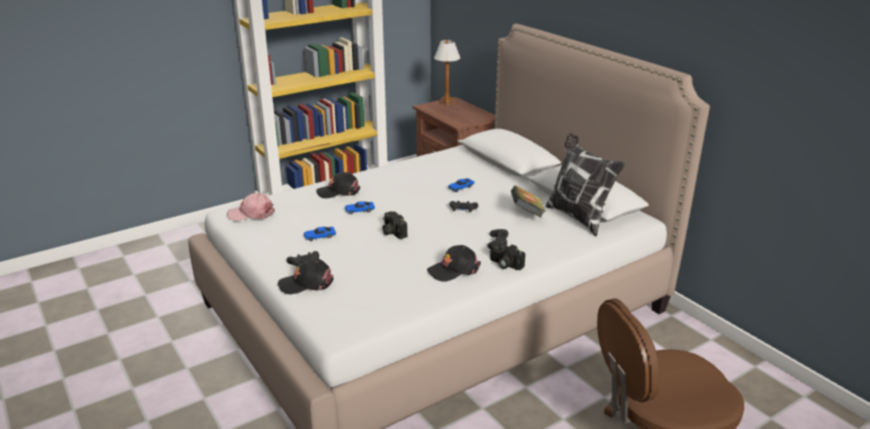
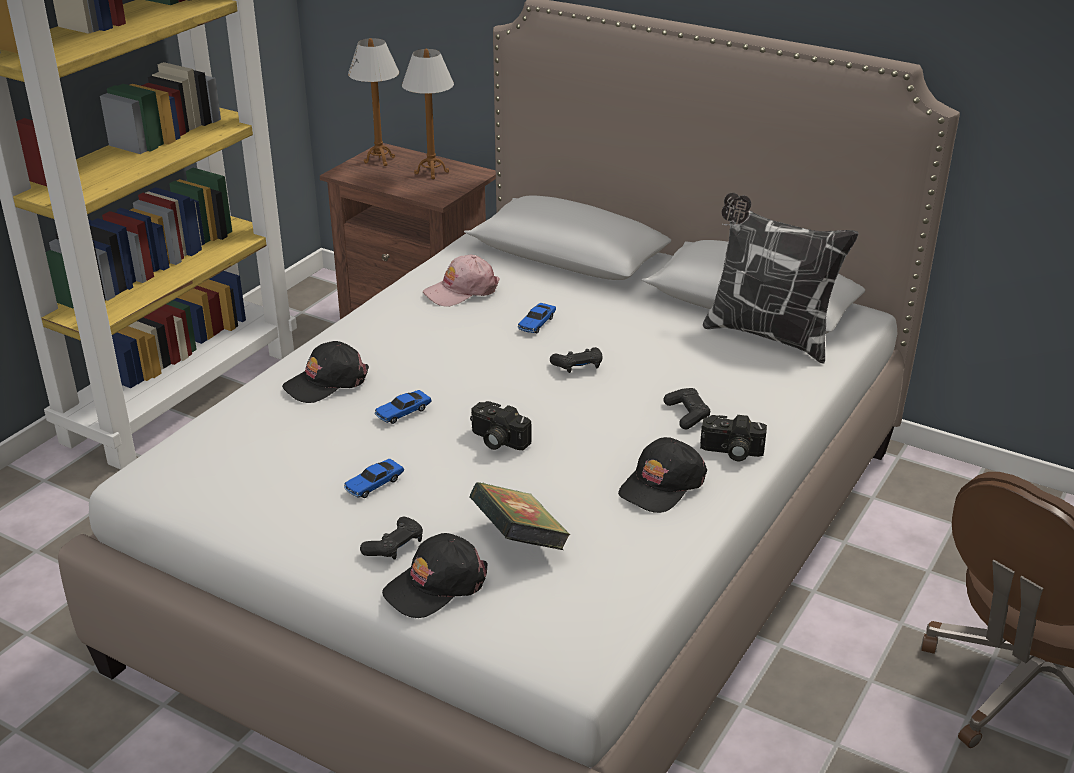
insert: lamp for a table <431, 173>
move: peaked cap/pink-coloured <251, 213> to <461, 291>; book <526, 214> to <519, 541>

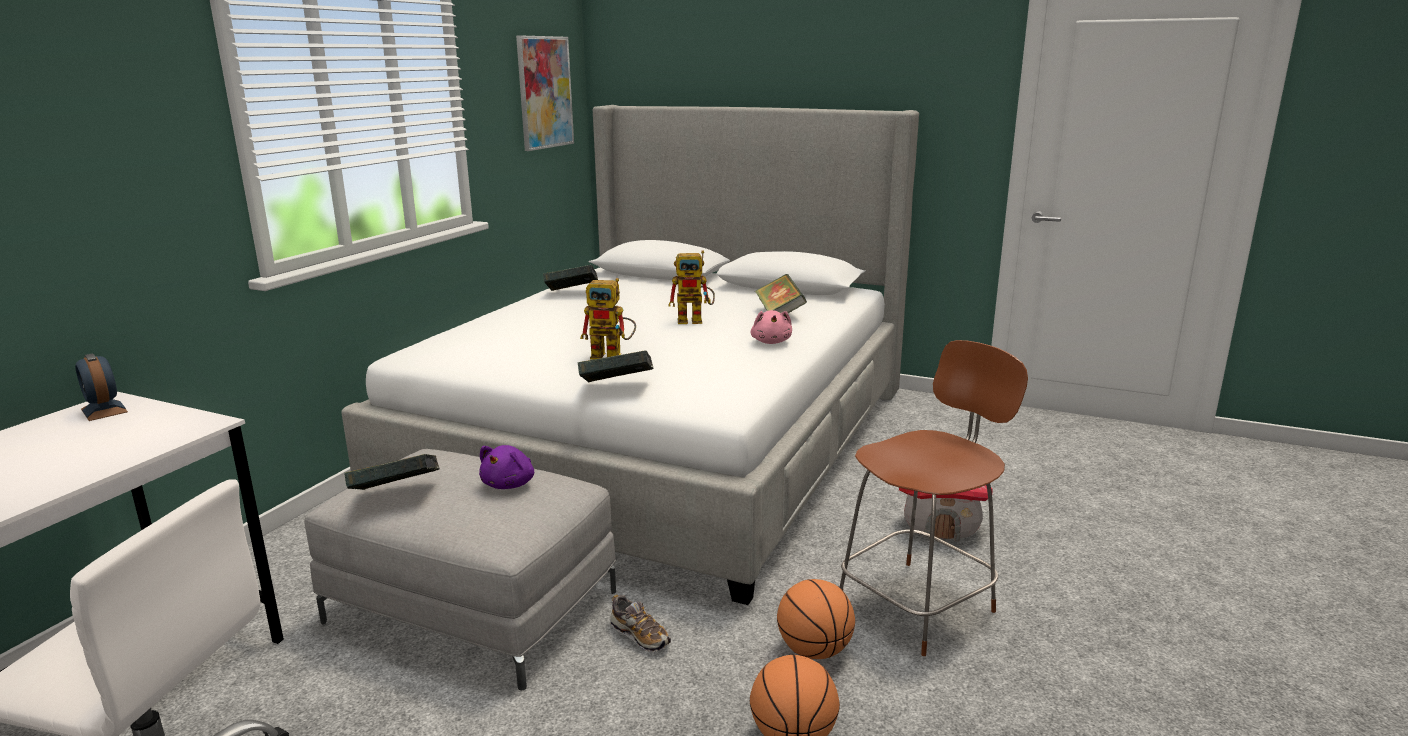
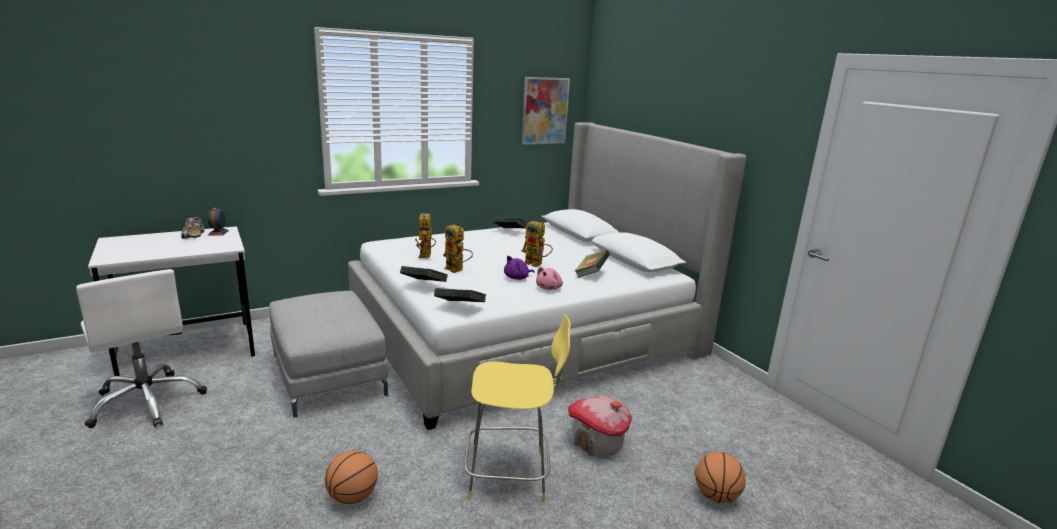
insert: toy robot <426, 257>
move: book <396, 495> to <460, 308>; soft toy/purple <510, 484> to <517, 278>; item of footwear <640, 636> to <193, 235>; basketball <814, 651> to <716, 496>
recolor: stool seat/brown <919, 604> to stool seat/yellowish <511, 475>

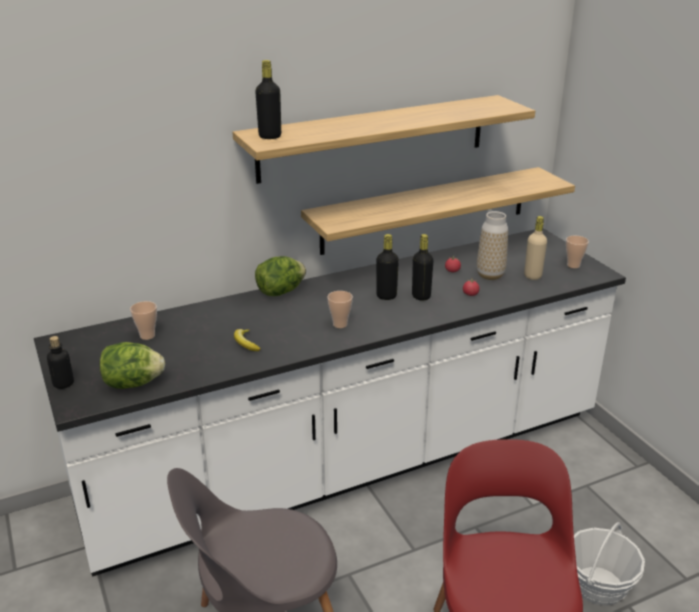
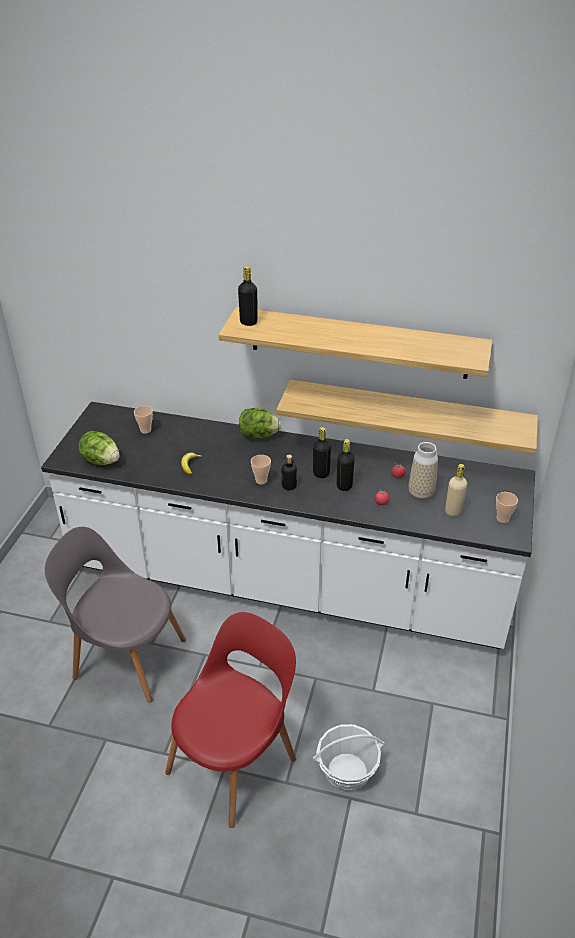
move: drink bottle <63, 383> to <289, 486>

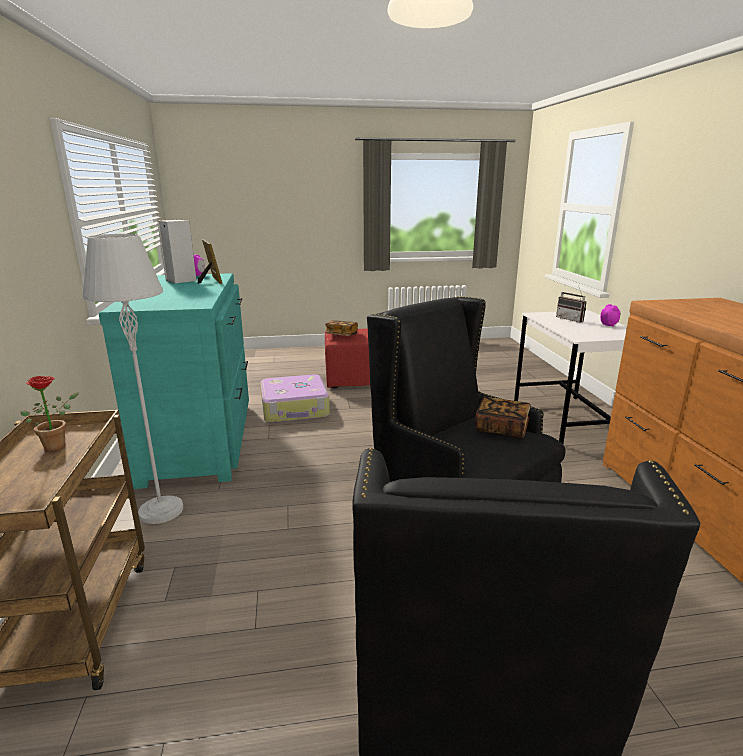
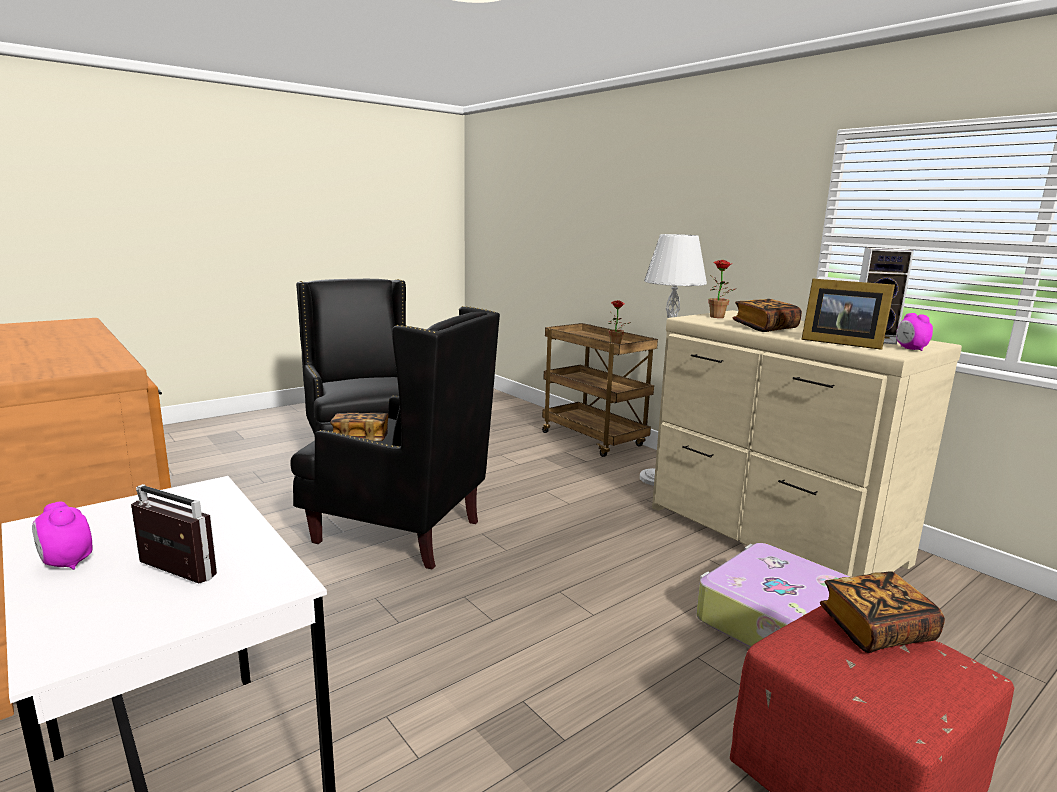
insert: plant in a pot <718, 317>; book <765, 328>
recolor: chest of drawers/turquoise <201, 439> to chest of drawers/beige-coloured <771, 535>

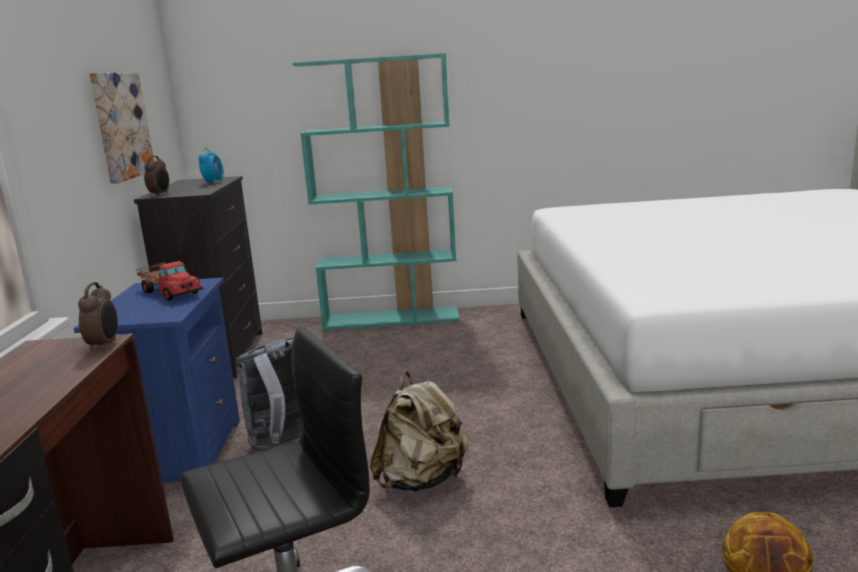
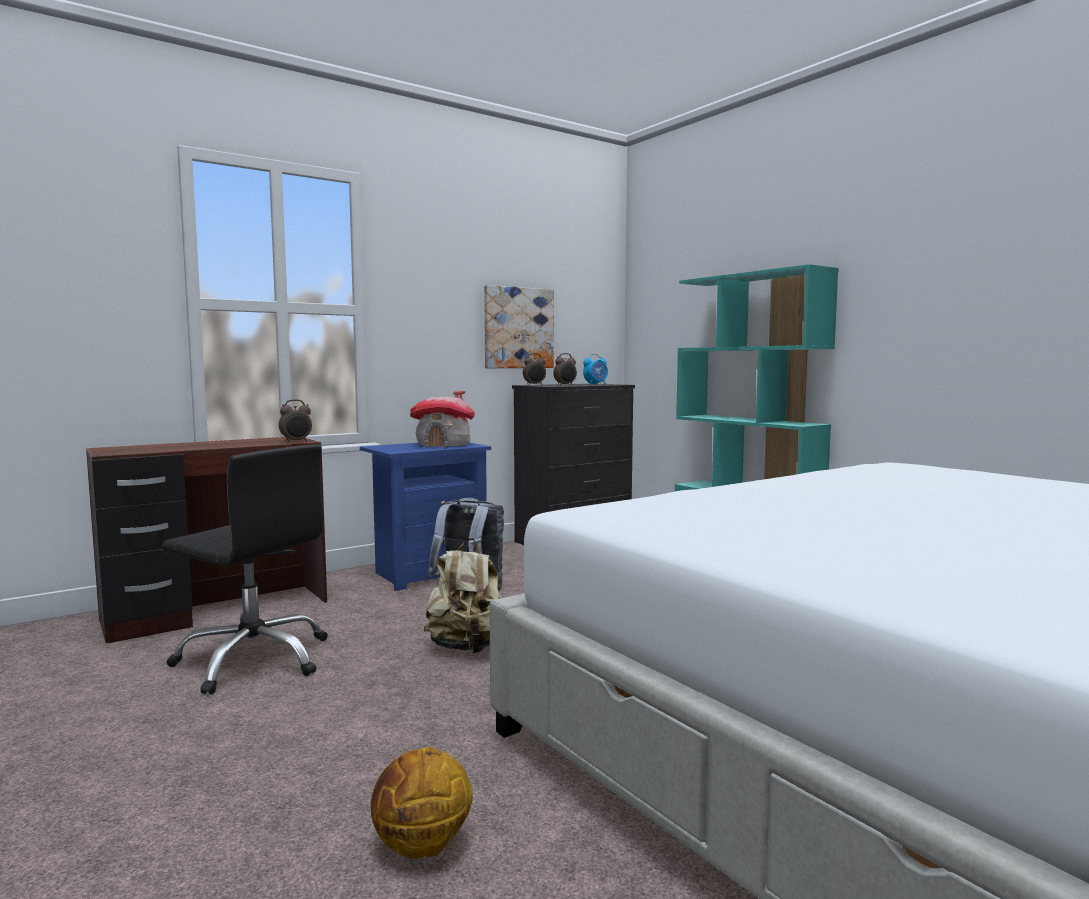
insert: bedside clock <565, 385>
replace: model truck <171, 292> to model house <444, 445>

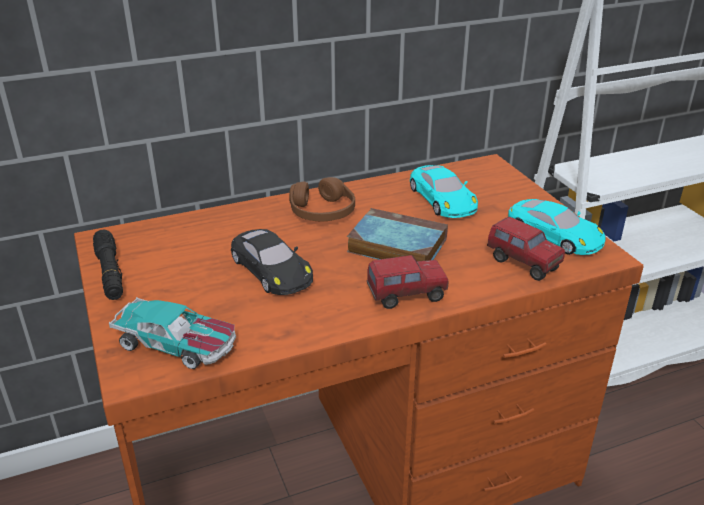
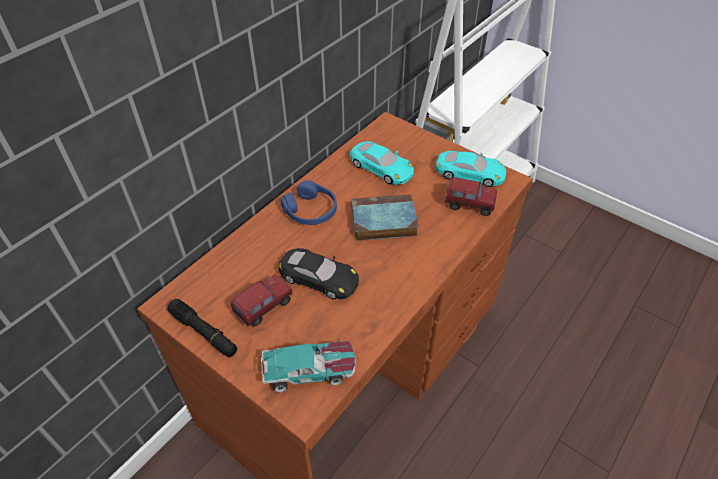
move: model truck <406, 296> to <264, 308>
recolor: headset/brown <322, 211> to headset/blue <311, 210>

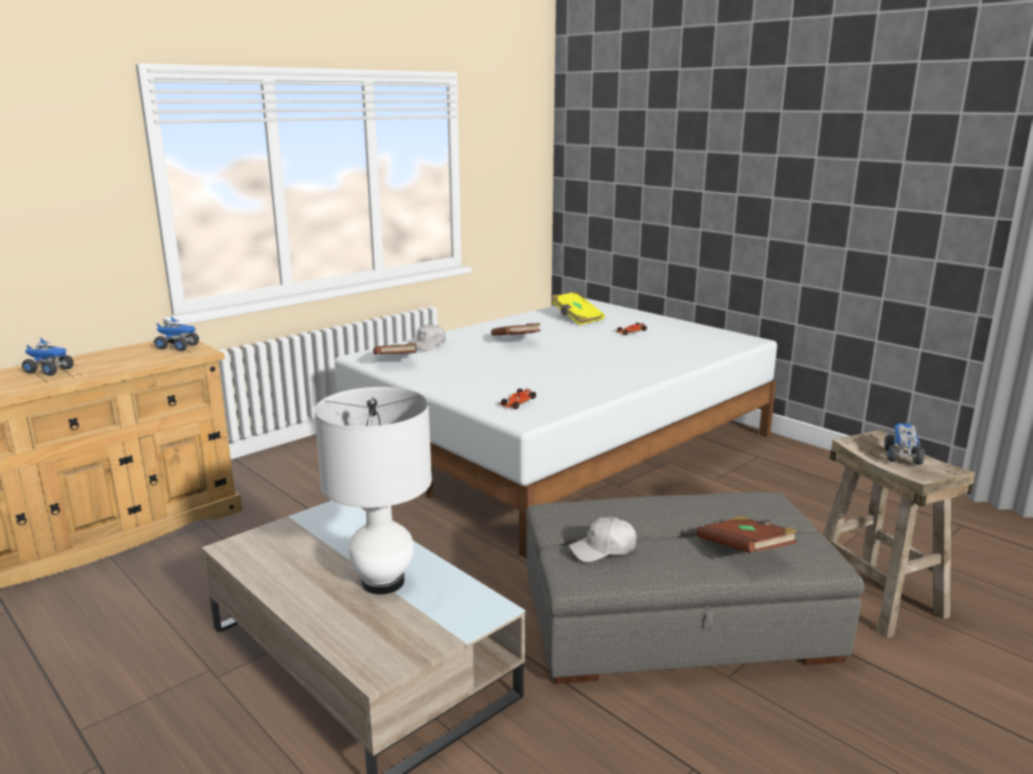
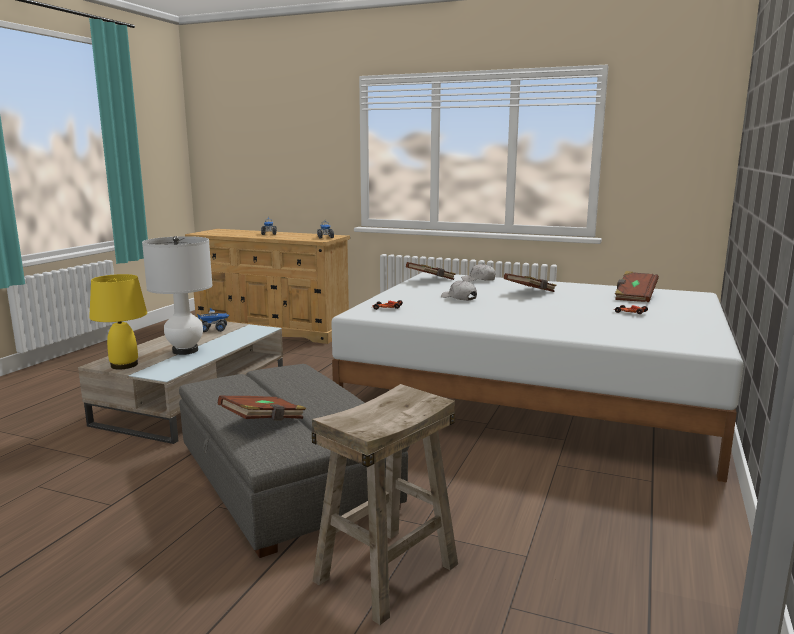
insert: lamp for a table/yellowish <123, 365>
move: peaked cap/white-coloured <603, 549> to <459, 298>; model truck <901, 456> to <214, 329>
recolor: book/yellowish <576, 318> to book/brown <634, 297>

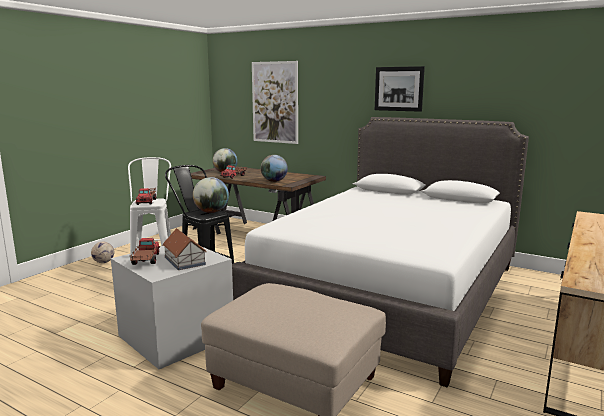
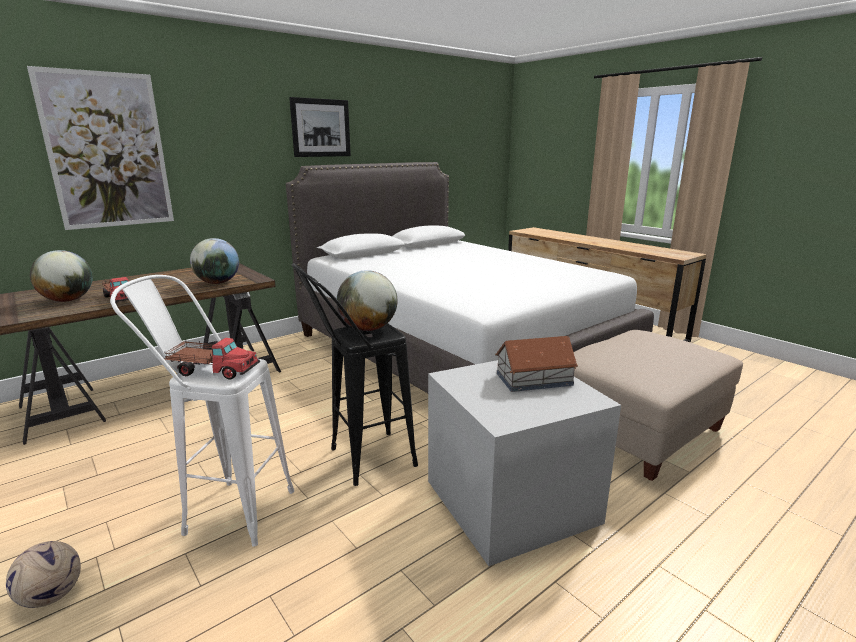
delete: model truck <145, 260>

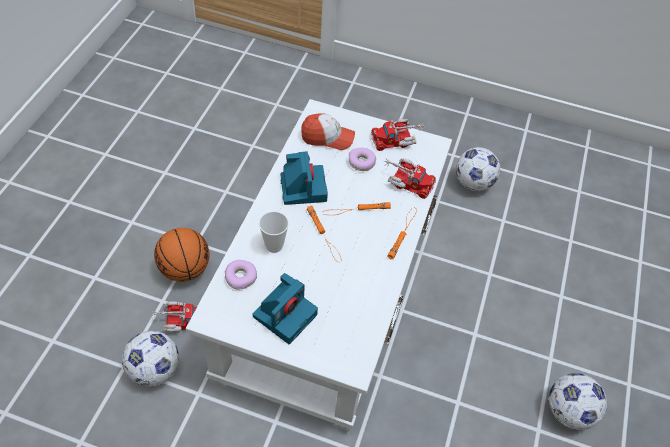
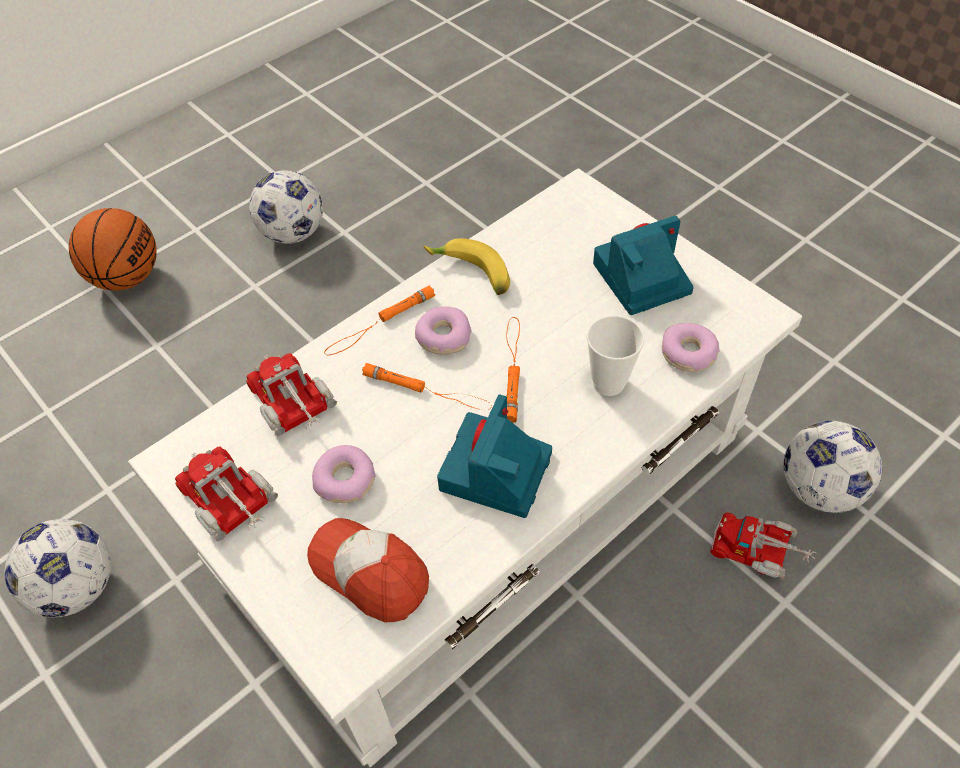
insert: donut <443, 337>; whole banana <470, 275>
move: basketball <185, 269> to <127, 277>
rotate: model truck <397, 139> = <232, 505> 150 degrees counterclockwise

